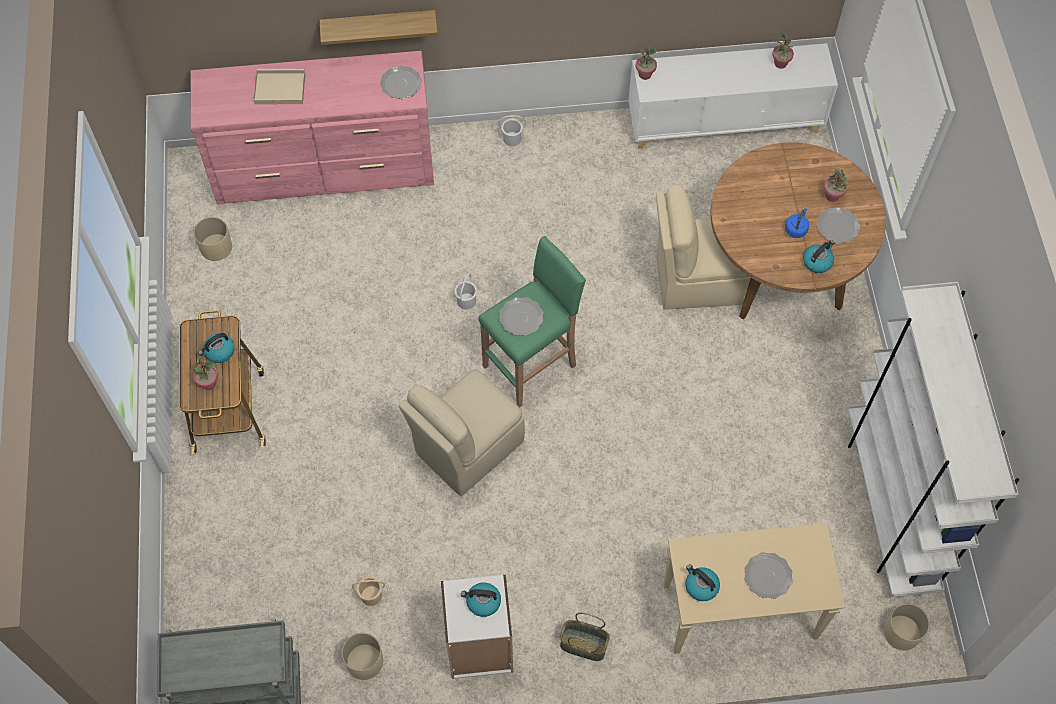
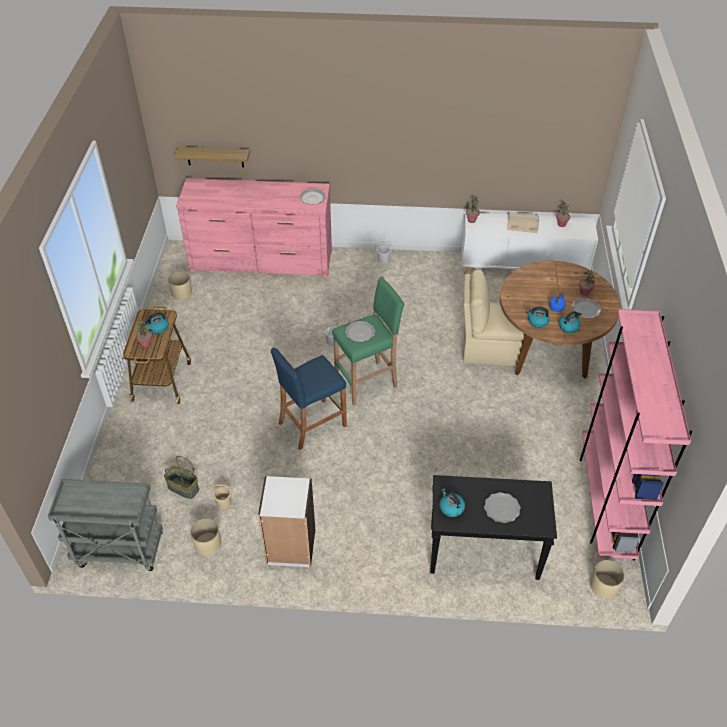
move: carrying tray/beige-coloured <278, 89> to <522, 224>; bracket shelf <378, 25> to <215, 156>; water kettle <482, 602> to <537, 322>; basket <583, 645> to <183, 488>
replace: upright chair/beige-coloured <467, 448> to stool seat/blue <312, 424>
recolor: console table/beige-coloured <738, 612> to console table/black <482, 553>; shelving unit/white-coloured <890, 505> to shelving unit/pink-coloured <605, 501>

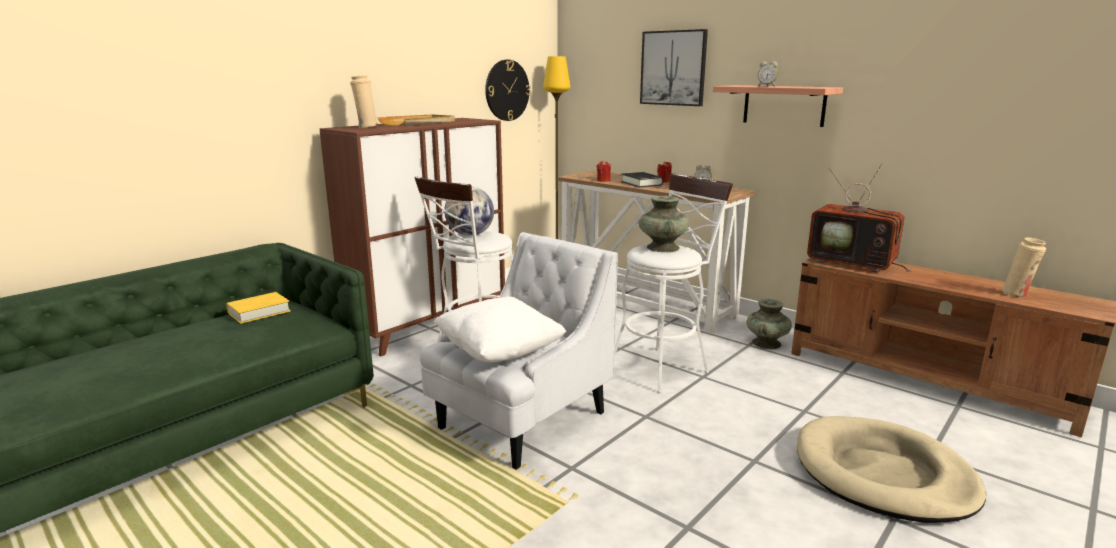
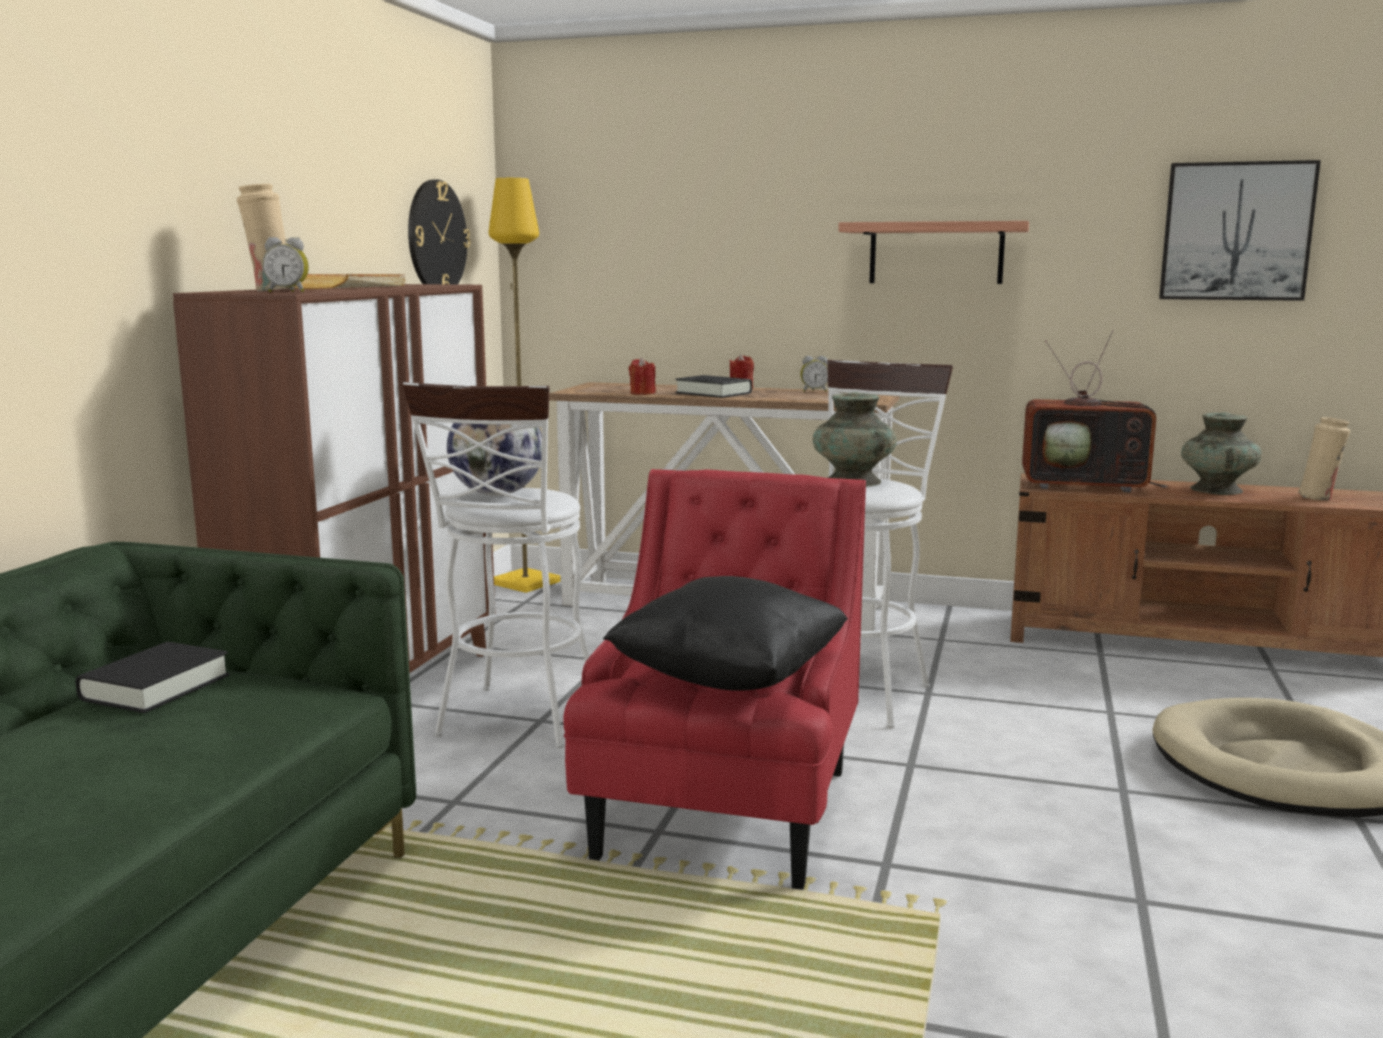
move: wall art <673, 68> to <1236, 231>; decorative vase/turquoise <766, 343> to <1216, 490>; bedside clock <766, 86> to <288, 292>
recolor: book/yellowish <259, 312> to book/black <155, 687>; armchair/white-coloured <521, 421> to armchair/red <724, 814>; pillow/white-coloured <500, 352> to pillow/black <729, 678>

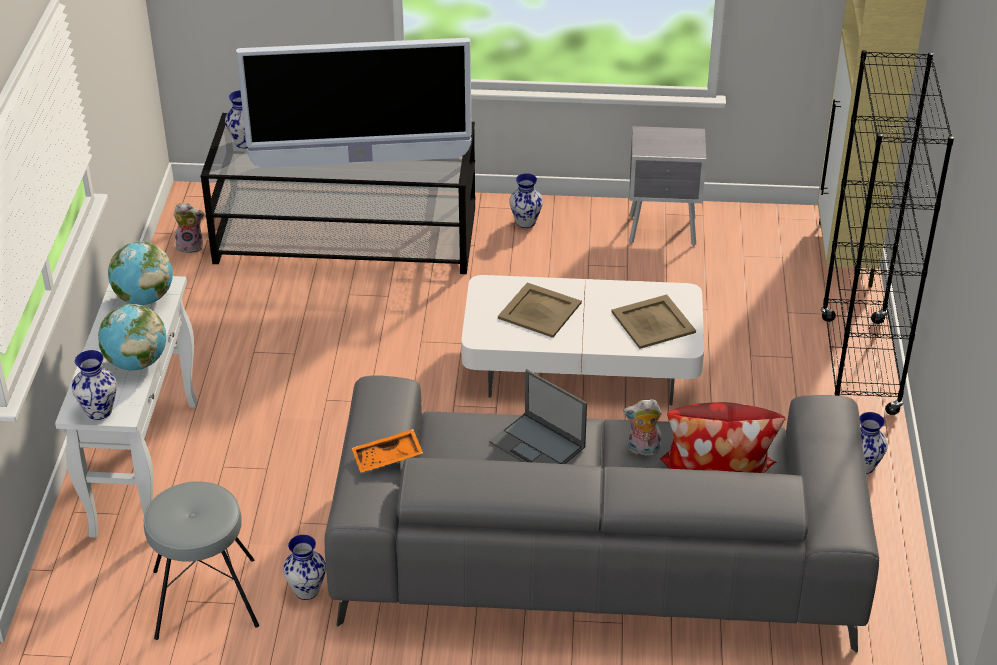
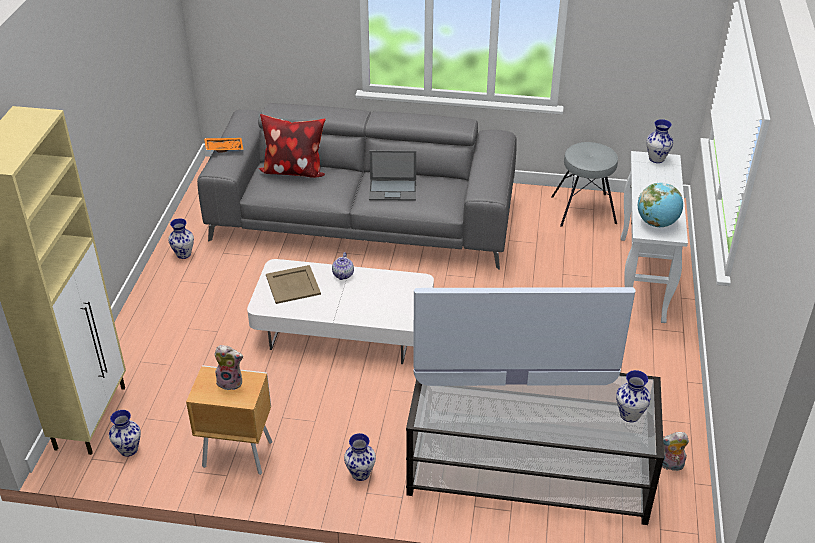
delete: globe <136, 363>; carrying tray/beige-coloured <540, 310>; shelving unit/black <859, 366>
insert: tea pot <343, 275>
move: decorative vase <306, 591> to <129, 449>; carrying tray/orange <387, 458> to <224, 148>; soft toy <642, 450> to <231, 382>
recolor: bedside table/greyish <664, 231> to bedside table/brown <236, 454>
rotate: laptop <538, 445> = <393, 190> 135 degrees clockwise

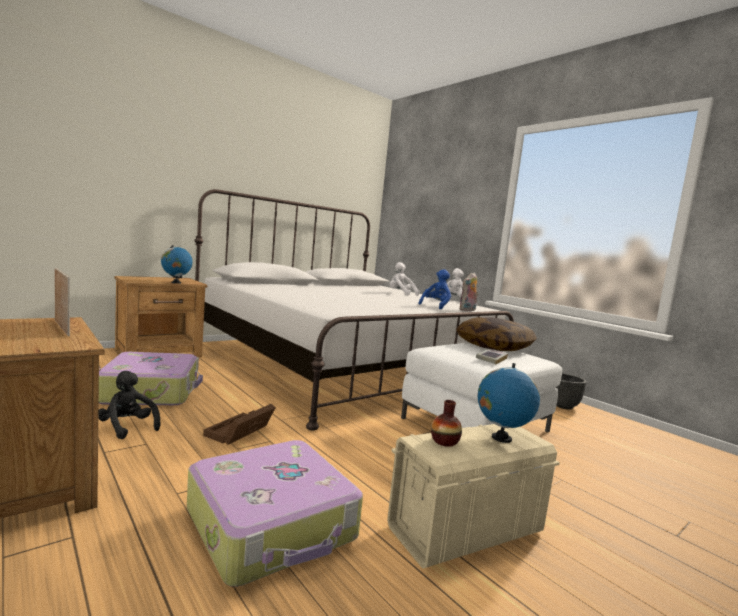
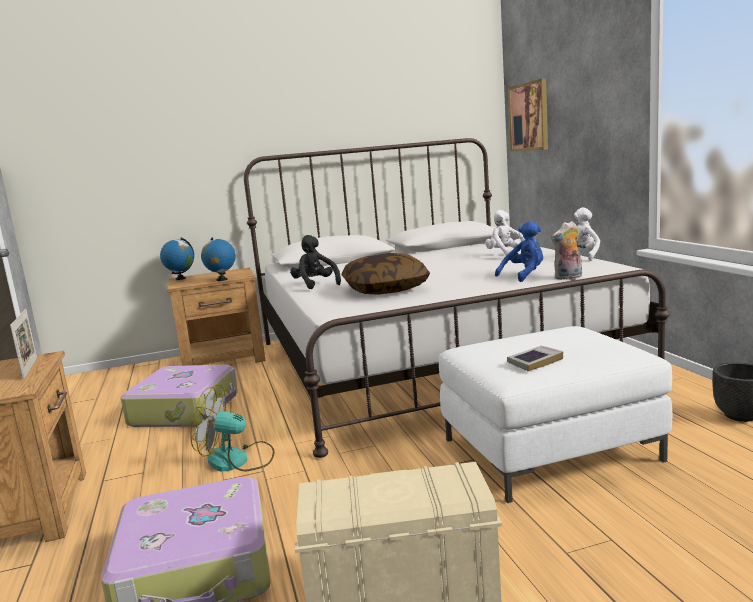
delete: decorative vase <444, 441>
insert: wall art <529, 117>
move: soft toy/black <127, 427> to <315, 285>; pillow <494, 347> to <386, 289>; globe <501, 438> to <180, 278>
replace: storage container/brown <239, 433> to electric fan <237, 460>

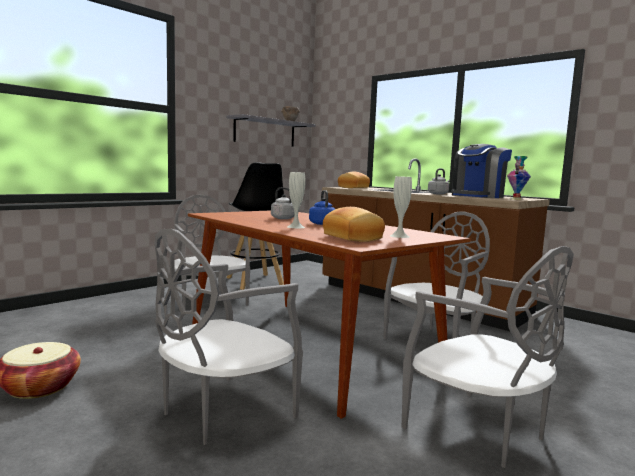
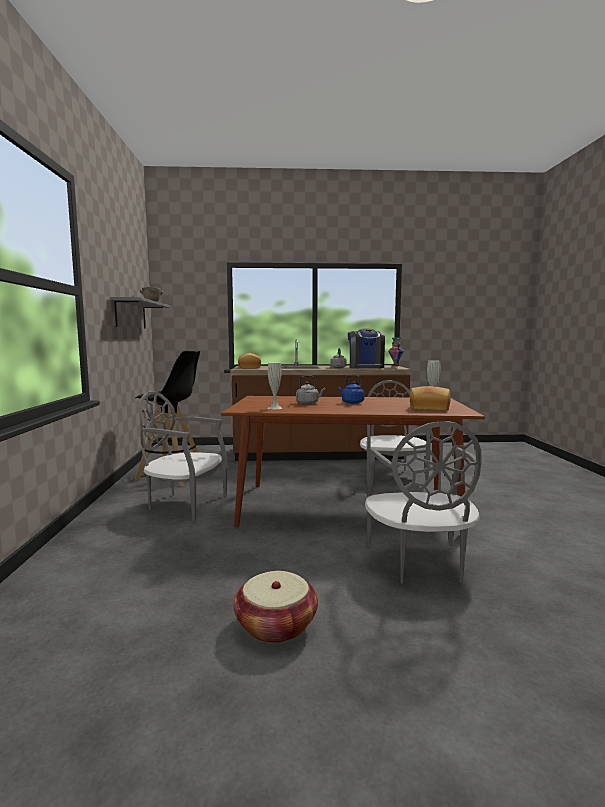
delete: upright chair/greyish <479, 430>
move: decorative vase/white-coloured <295, 227> to <274, 408>

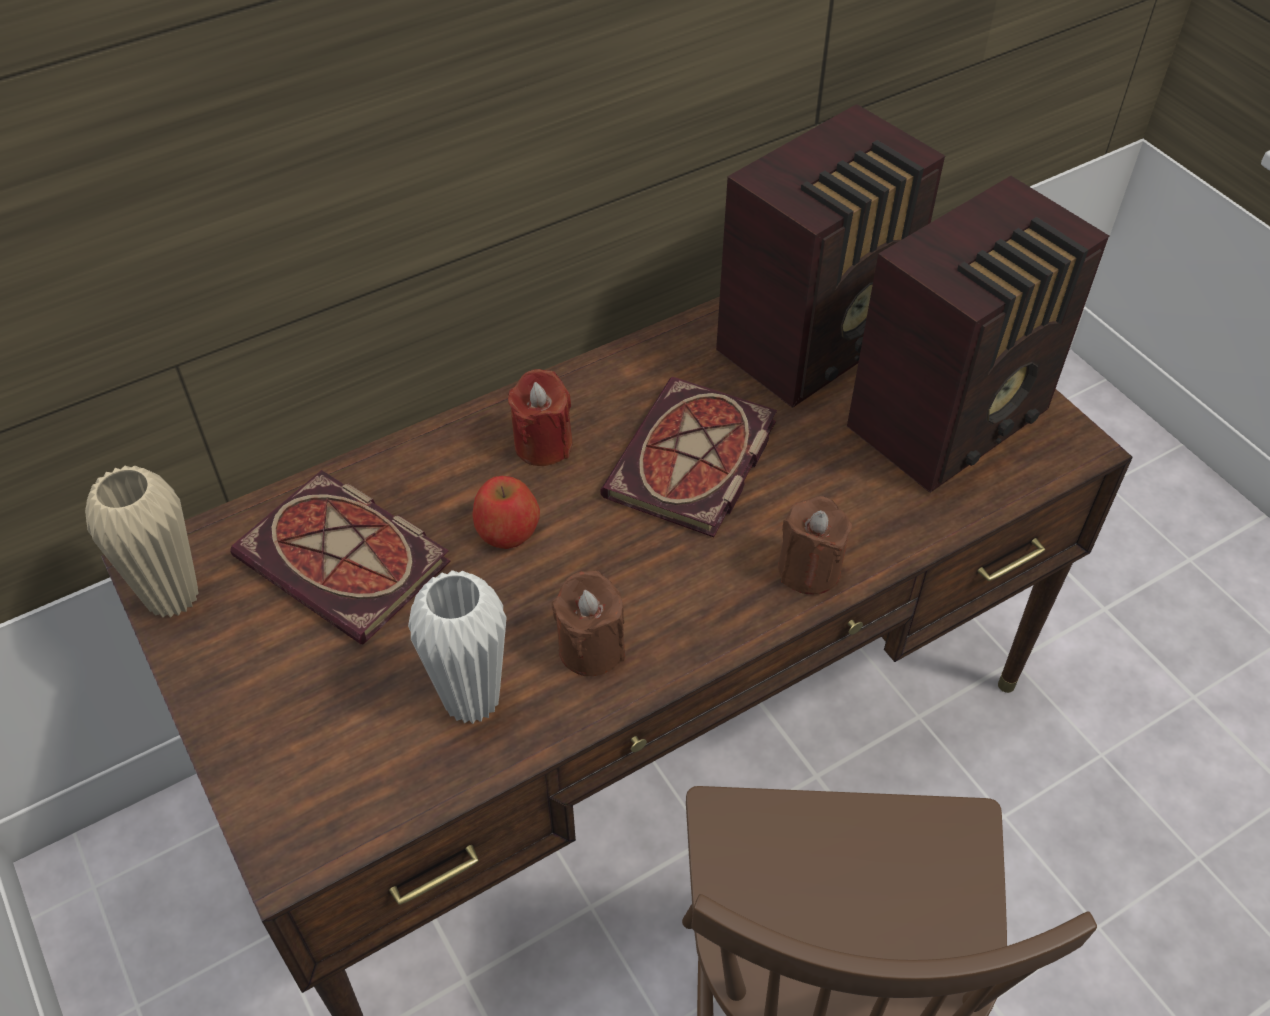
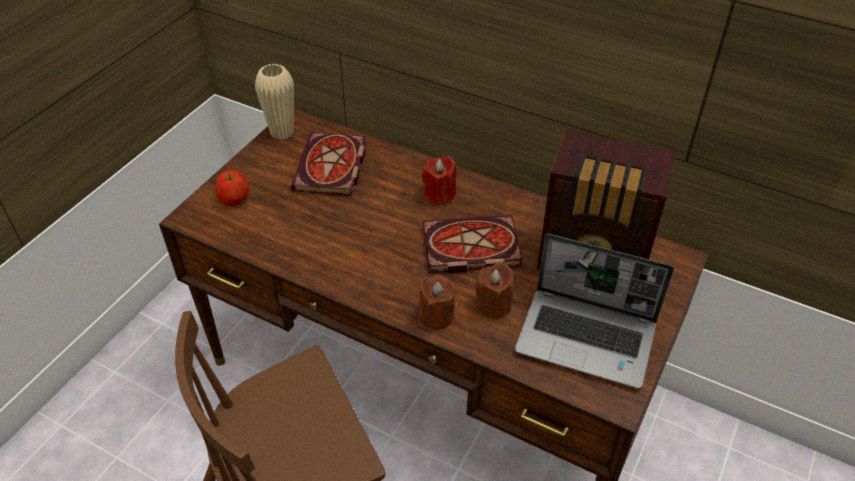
delete: decorative vase/white-coloured <471, 700>
move: apple fruit <507, 529> to <234, 198>; wax candle/brown <591, 648> to <493, 305>
replace: radio <953, 420> to laptop <588, 338>

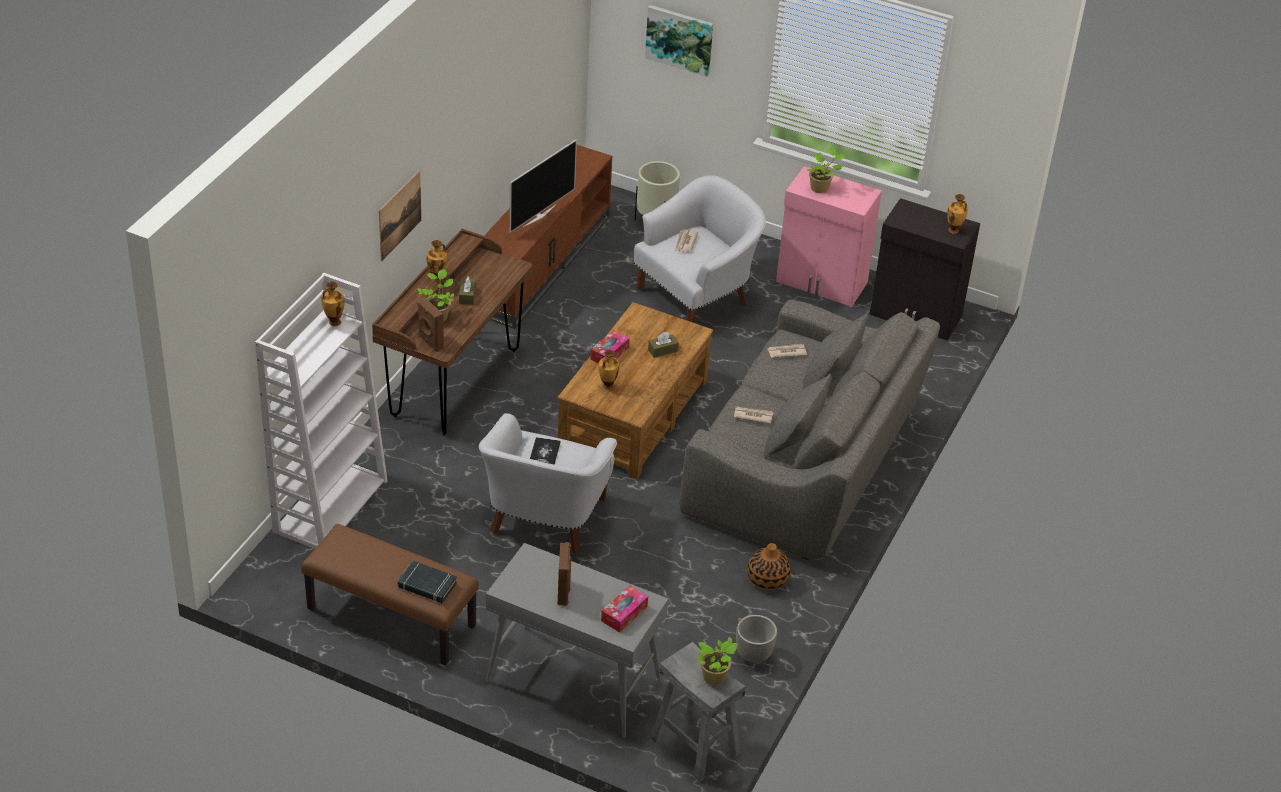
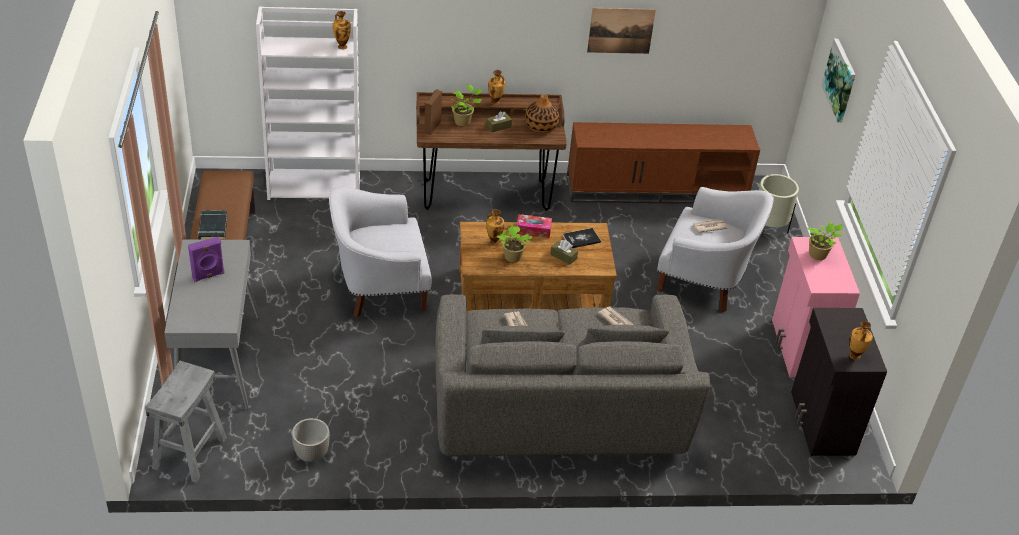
delete: TV set <539, 215>; box of tissues <624, 614>
move: wall art <399, 215> to <621, 30>; book <544, 454> to <581, 239>; plant in a pot <715, 678> to <512, 258>; decorative vase <767, 579> to <541, 126>
recolor: speaker/brown <564, 591> to speaker/purple <208, 276>

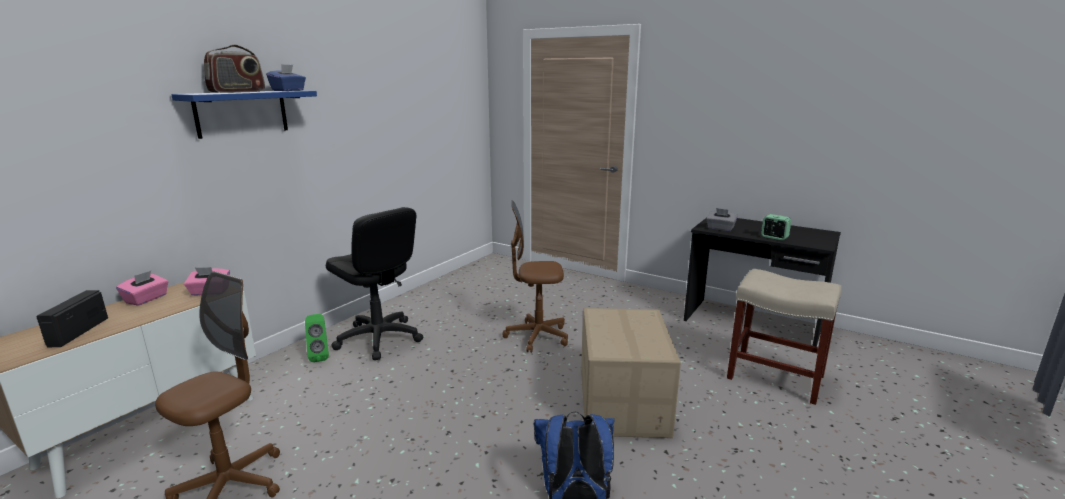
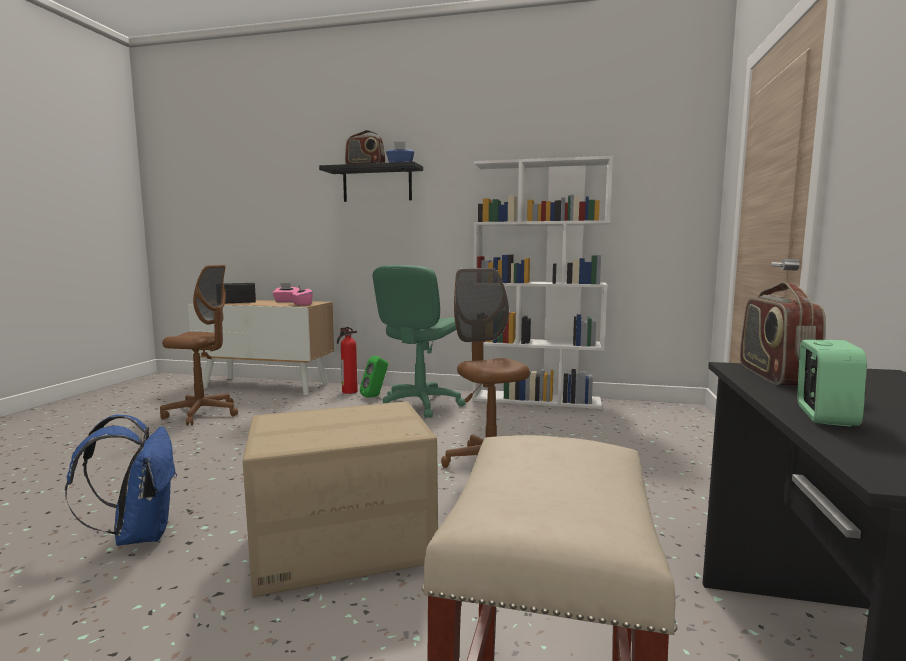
insert: fire extinguisher <348, 392>; shelving unit/white-coloured <537, 399>
replace: box of tissues/greyish <720, 228> to radio <774, 376>
recolor: bracket shelf/blue <242, 113> to bracket shelf/black <377, 184>; computer chair/black <378, 339> to computer chair/green <419, 405>

